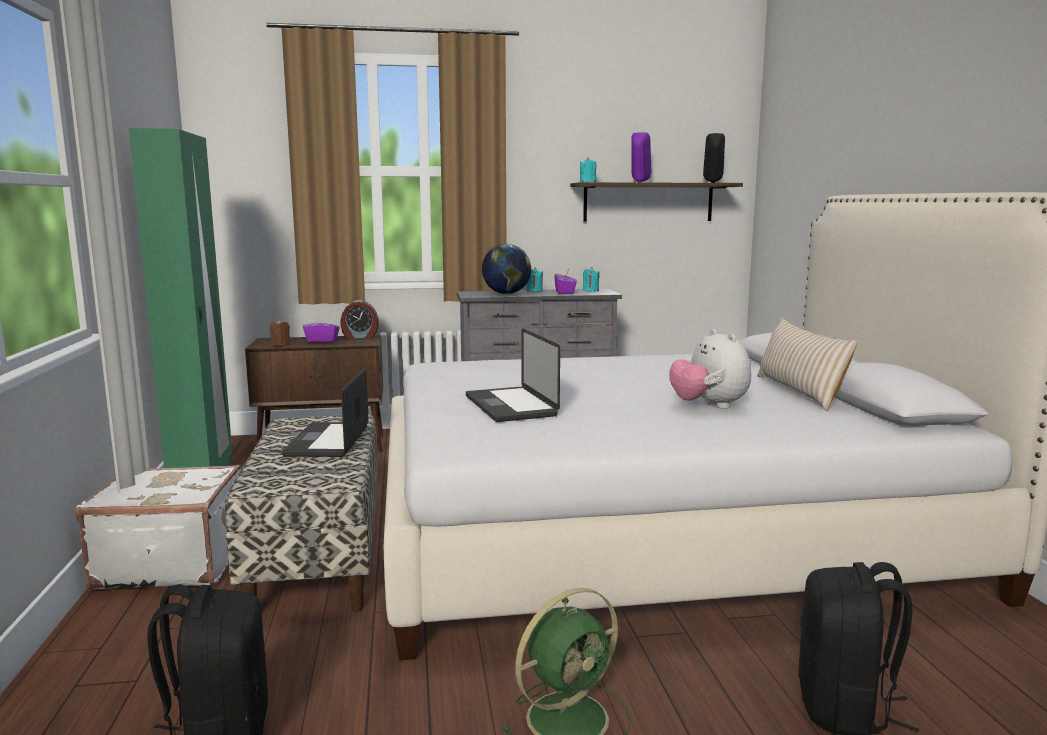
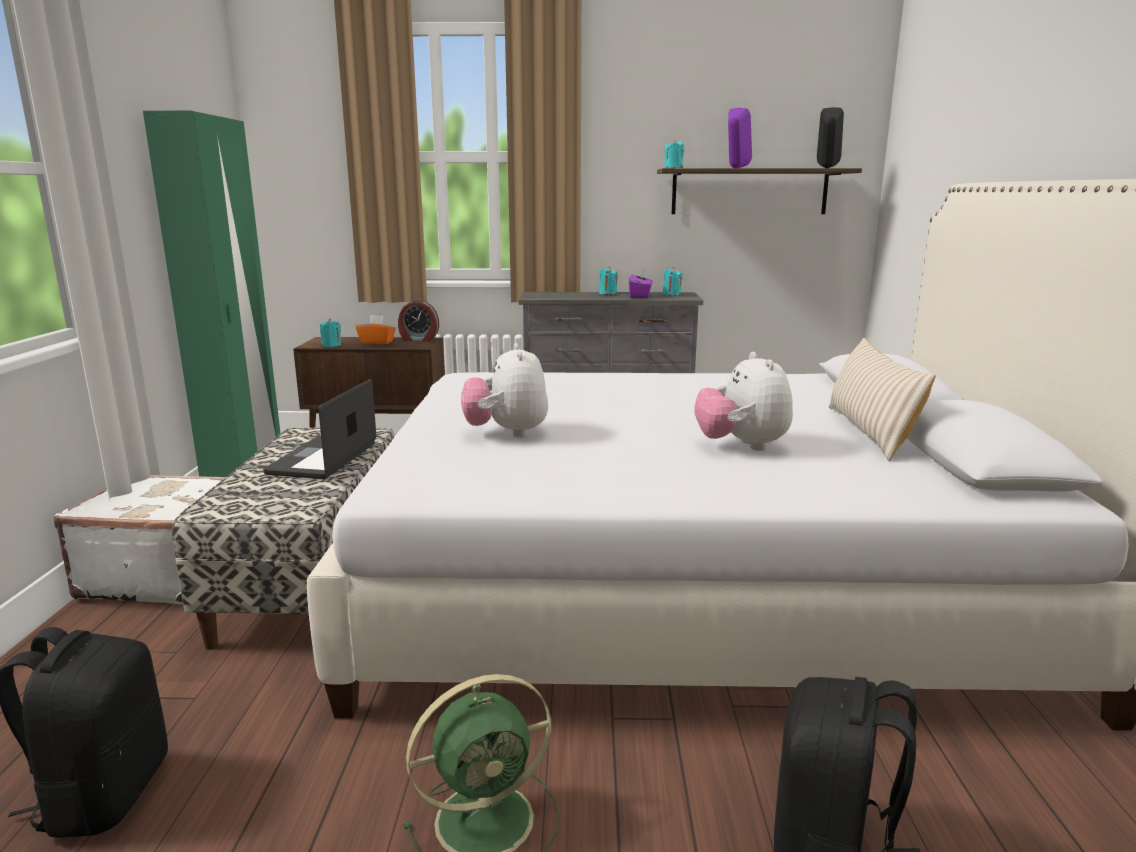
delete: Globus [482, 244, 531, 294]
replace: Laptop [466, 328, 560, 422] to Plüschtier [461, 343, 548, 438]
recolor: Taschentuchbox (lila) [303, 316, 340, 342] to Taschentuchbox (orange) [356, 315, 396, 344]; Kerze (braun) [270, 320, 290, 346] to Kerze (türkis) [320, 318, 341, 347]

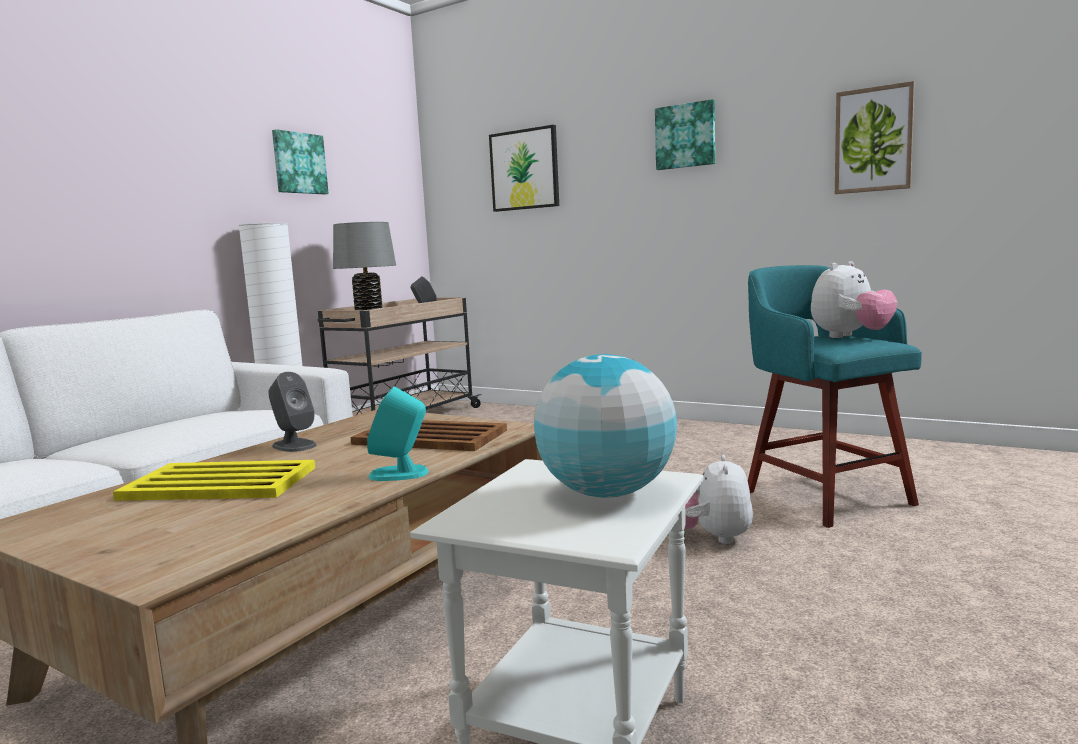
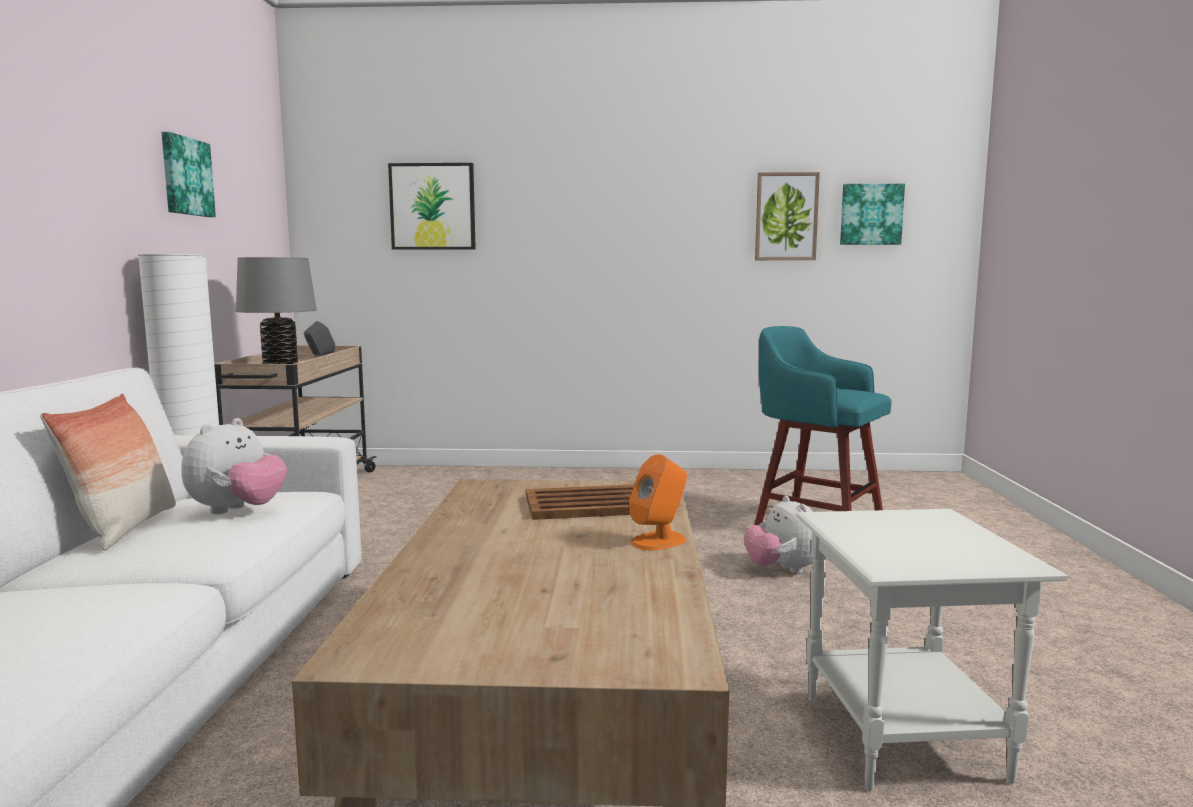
delete: Globus [534, 354, 677, 498]; Lautsprecher (grau) [268, 372, 317, 452]; Tablett (gelb) [113, 460, 315, 501]
insert: Kissen [40, 393, 176, 551]
move: Bild [655, 99, 715, 170] to [840, 184, 905, 245]; Plüschtier [811, 261, 897, 338] to [181, 418, 287, 514]
recolor: Lautsprecher (türkis) [367, 386, 429, 481] to Lautsprecher (orange) [629, 454, 687, 550]

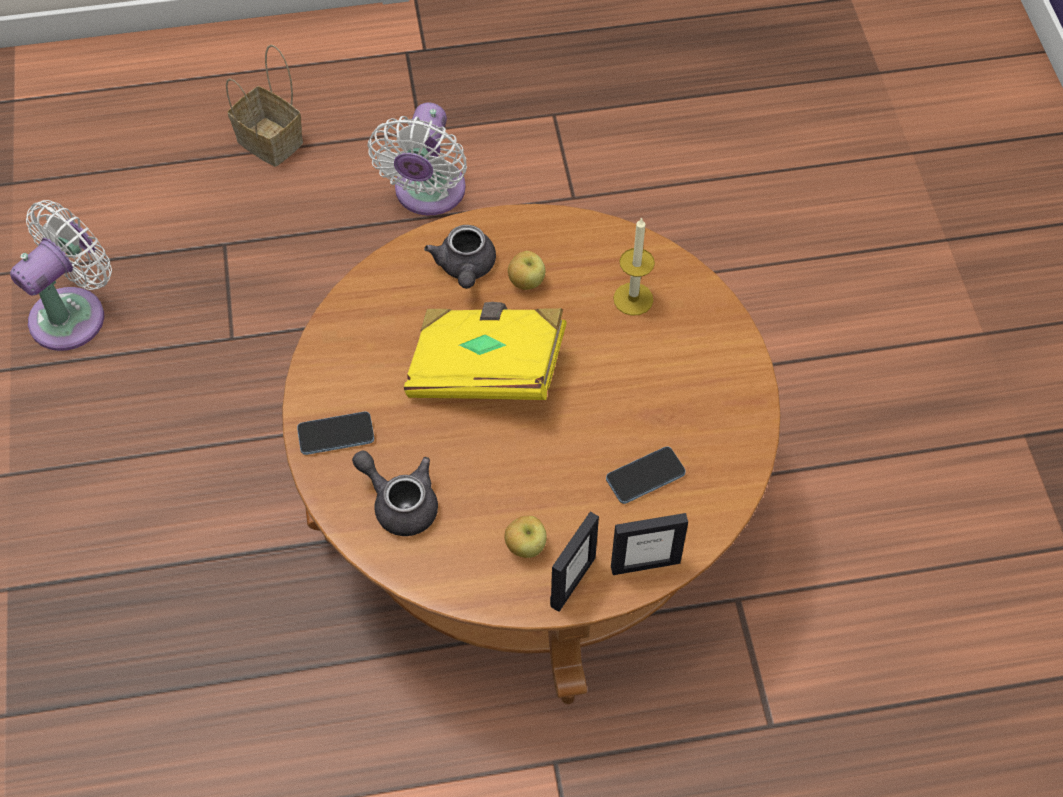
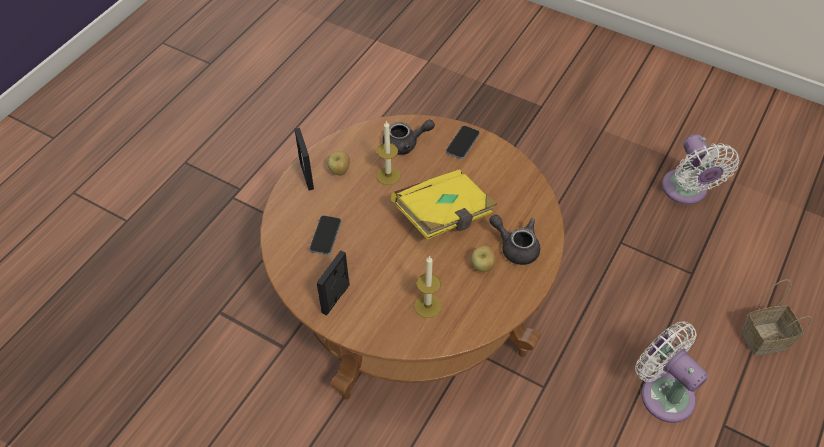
insert: Kerze [376, 120, 400, 185]
move: Bilderrahmen [611, 513, 688, 575] to [317, 250, 350, 316]

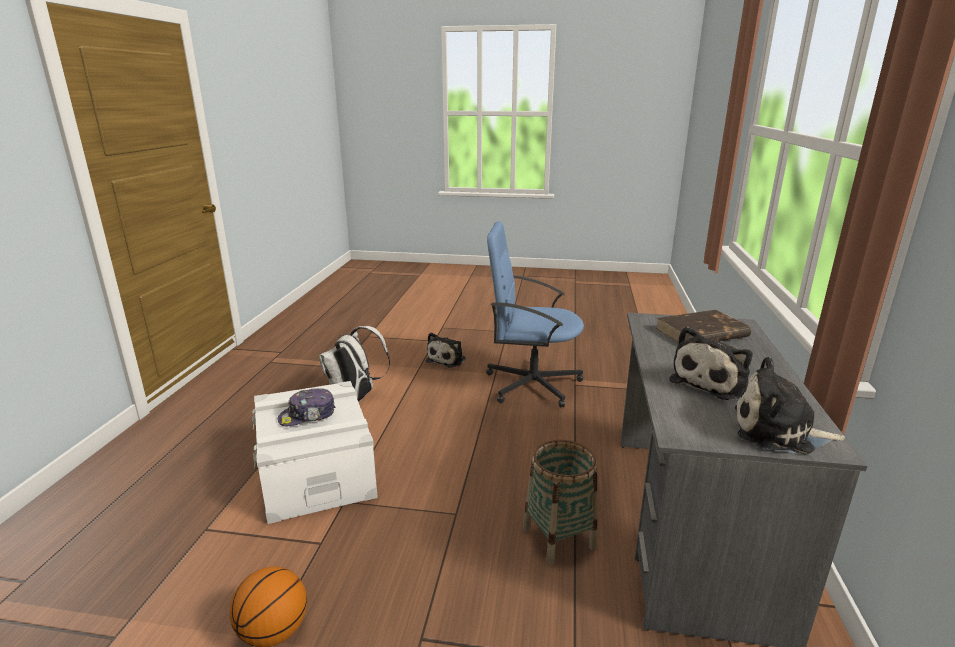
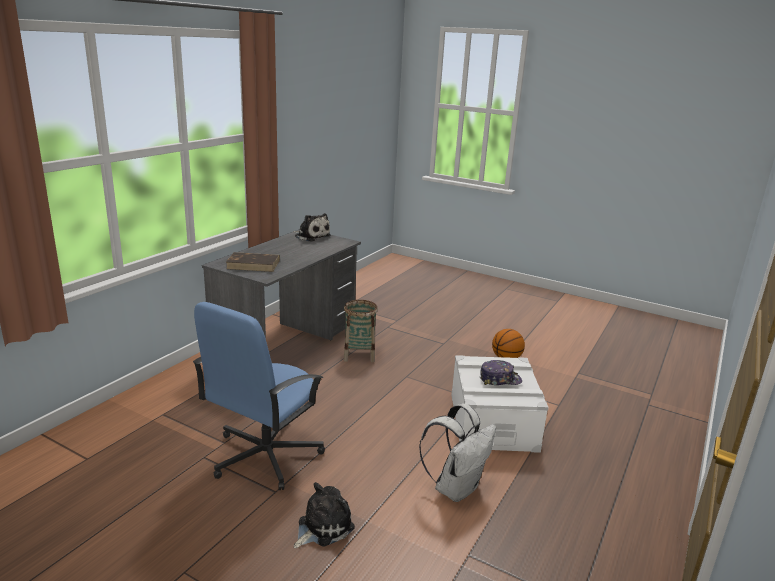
delete: Plüschtier [669, 327, 753, 400]
rotate: Bürostuhl (blau) [486, 221, 584, 408] = [193, 302, 325, 490] 90 degrees clockwise

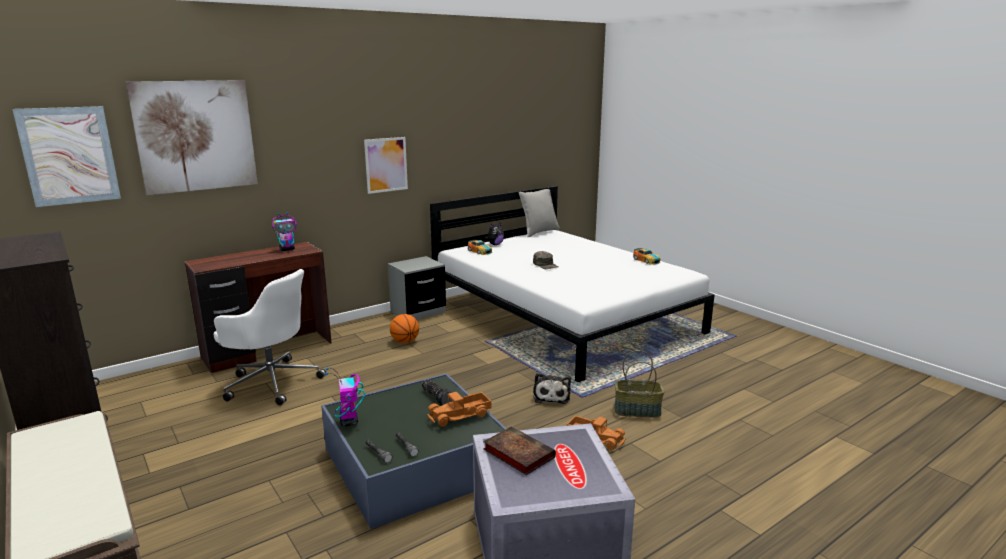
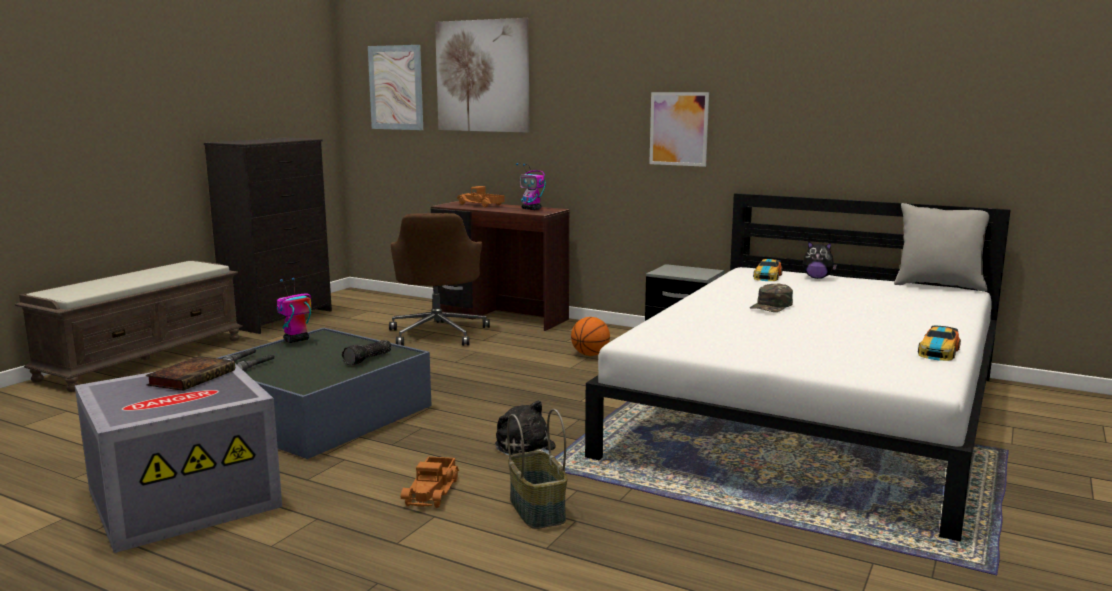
move: Spielzeuglaster [427, 392, 491, 427] to [457, 186, 505, 207]
recolor: Bürostuhl (weiß) [214, 269, 326, 405] to Bürostuhl (braun) [389, 213, 490, 346]
rotate: Plüschtier [533, 373, 571, 404] = [495, 400, 555, 455] 75 degrees clockwise

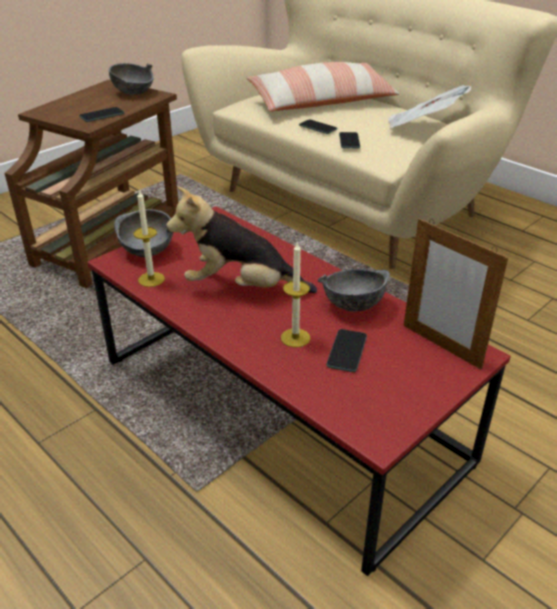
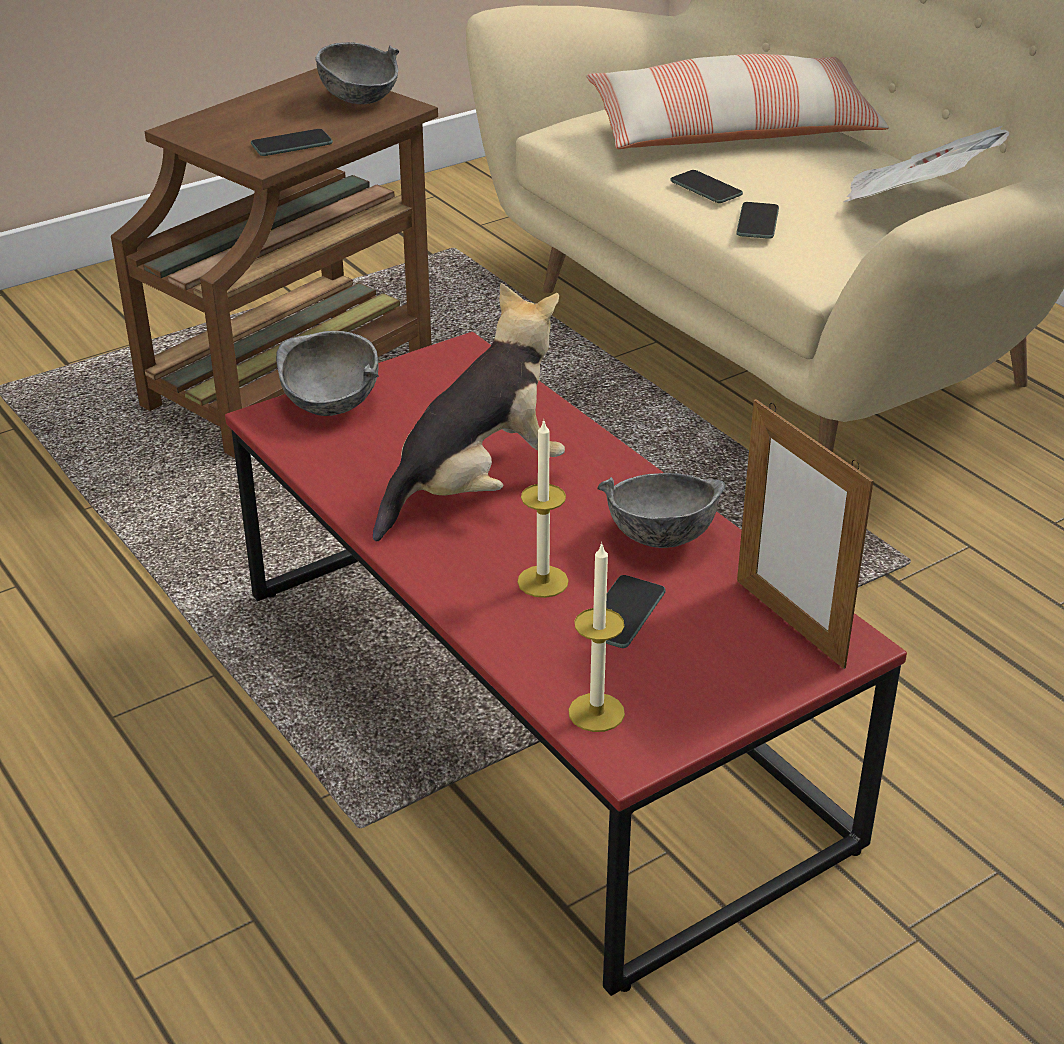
move: Kerze [133, 189, 165, 287] to [568, 542, 625, 732]
rotate: Plüschtier [166, 186, 317, 293] = [373, 283, 565, 541] 120 degrees clockwise

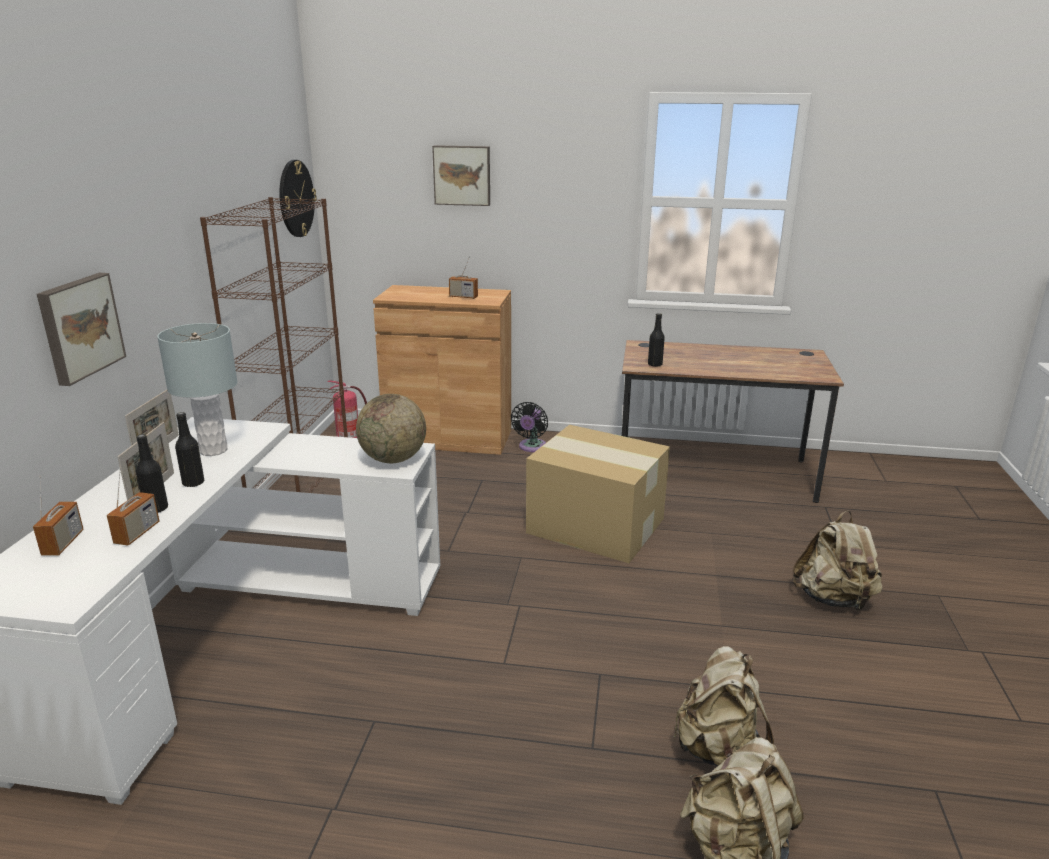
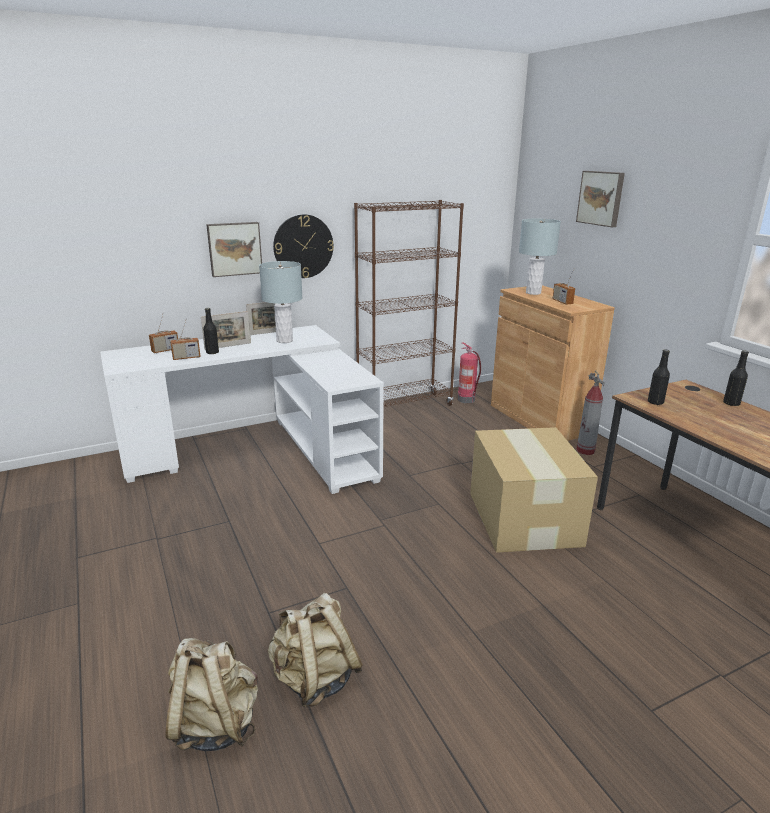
delete: Globus [356, 394, 426, 463]; Rucksack (beige) [793, 511, 883, 611]
insert: Tischlampe (grau) [519, 219, 561, 295]
move: Wanduhr [279, 160, 317, 237] to [273, 214, 334, 278]; Flasche (schwarz) [175, 412, 204, 487] to [723, 351, 749, 406]
replace: Ventilator (schwarz) [511, 402, 548, 452] to Feuerlöscher [576, 370, 605, 455]

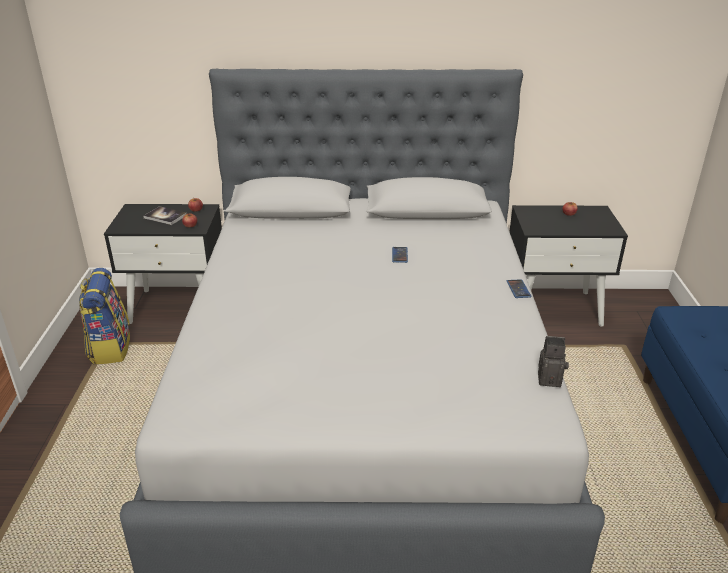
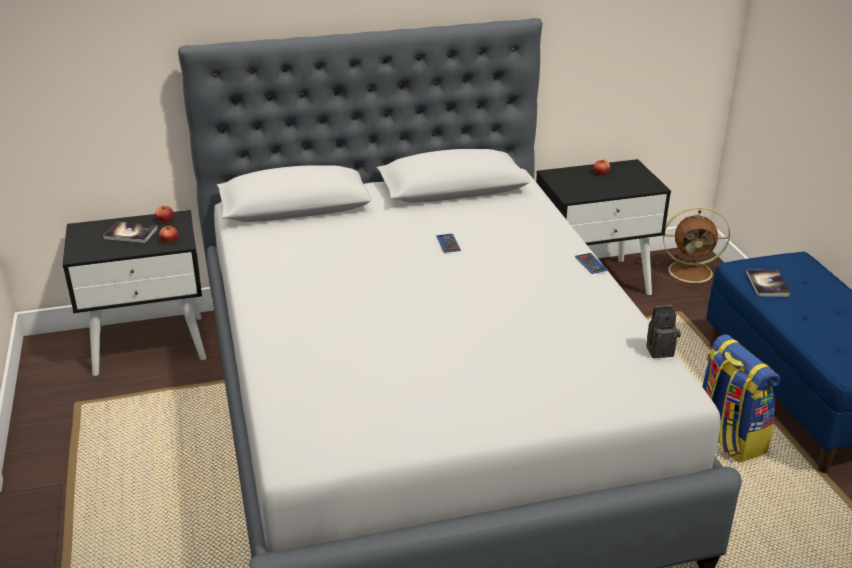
insert: Ventilator (braun) [656, 206, 730, 288]; Buch [746, 270, 790, 297]
move: Rucksack [79, 268, 130, 364] to [702, 334, 780, 463]

